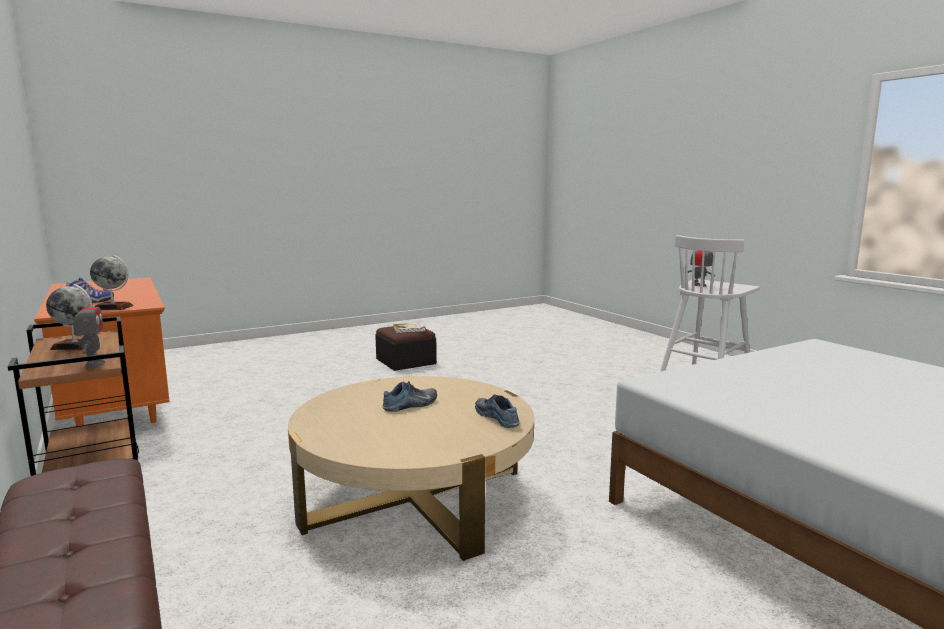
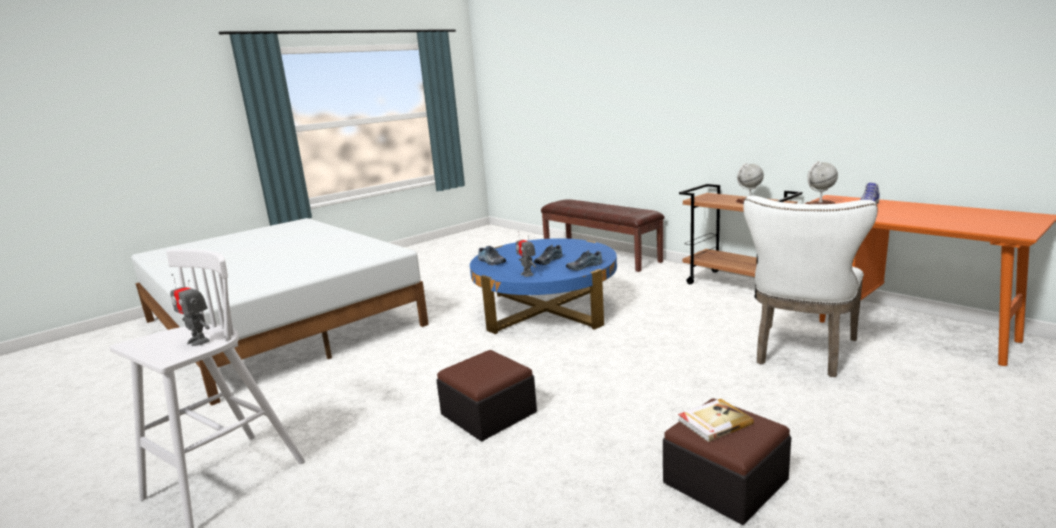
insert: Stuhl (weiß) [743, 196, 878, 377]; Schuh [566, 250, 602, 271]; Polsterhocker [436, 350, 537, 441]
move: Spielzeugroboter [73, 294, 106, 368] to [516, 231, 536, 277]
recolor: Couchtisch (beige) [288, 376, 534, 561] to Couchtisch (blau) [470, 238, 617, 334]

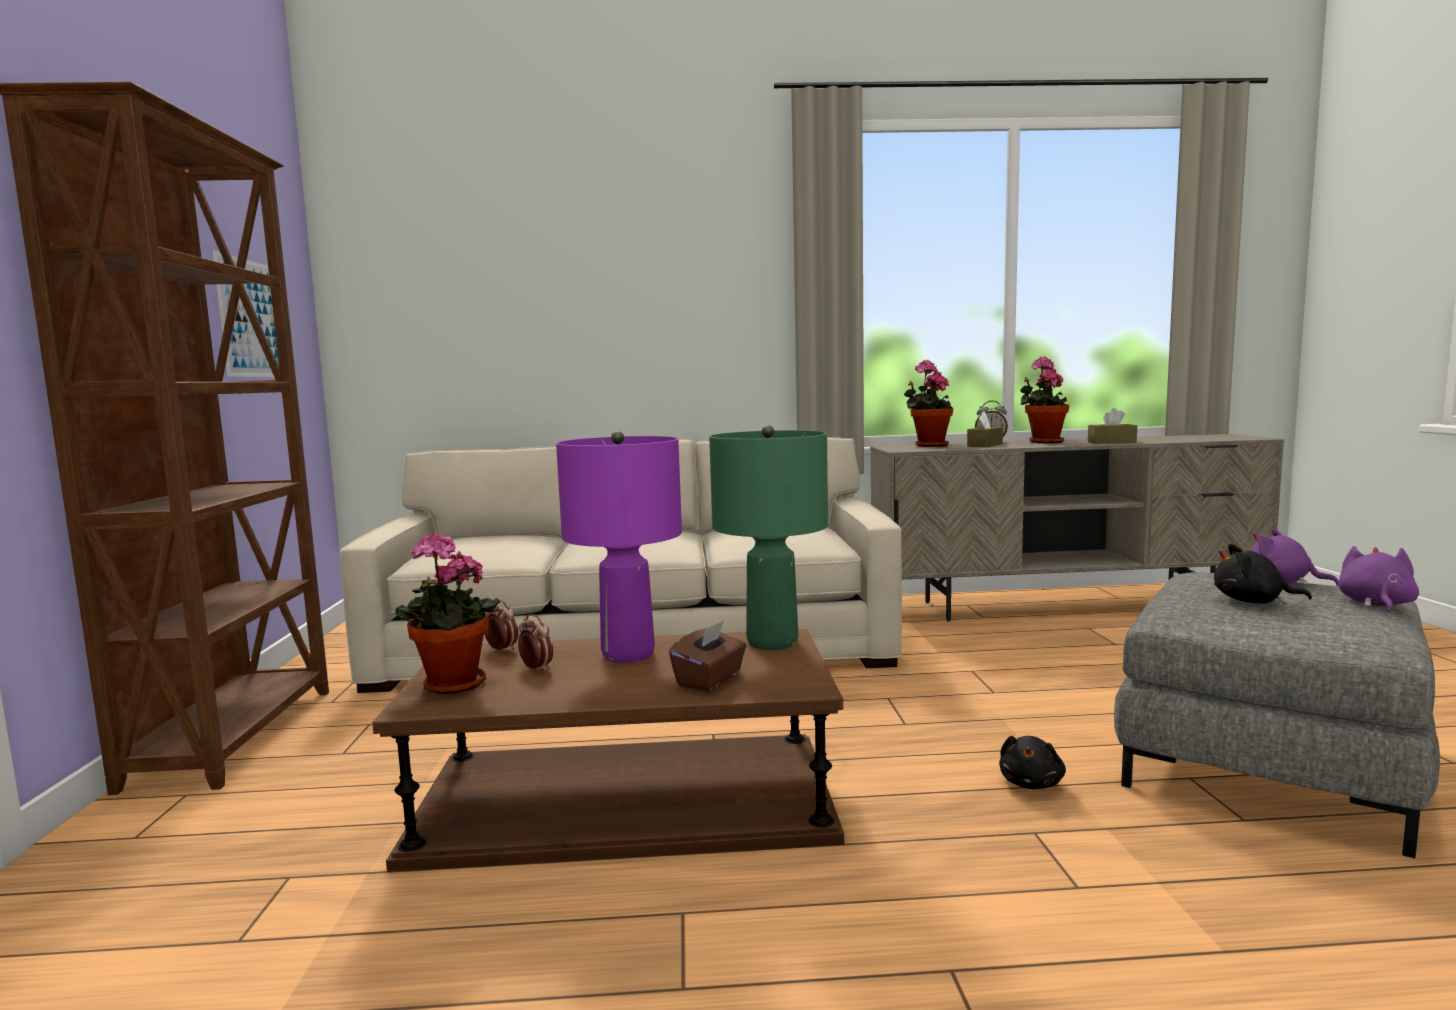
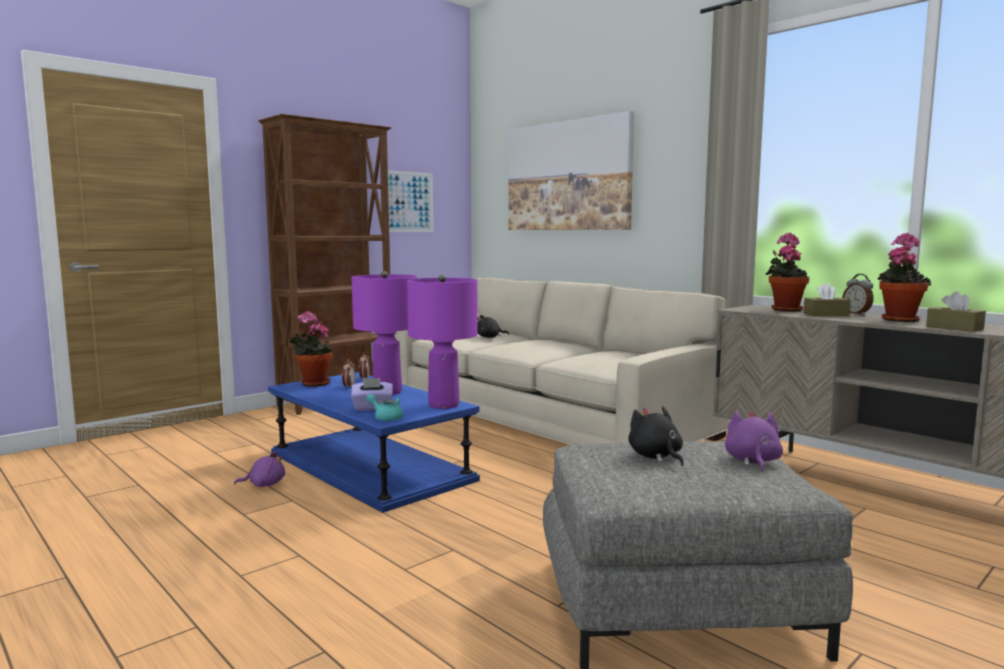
insert: Bild [508, 111, 634, 230]; Teekanne (türkis) [366, 394, 403, 421]
move: Plüschtier (lila) [1338, 546, 1419, 613] to [234, 451, 285, 487]; Plüschtier (schwarz) [999, 736, 1066, 789] to [478, 315, 509, 338]
recolor: Tischlampe (grün) [709, 425, 828, 650] to Tischlampe (lila) [407, 275, 478, 409]; Taschentuchbox (braun) [669, 620, 747, 692] to Taschentuchbox (lila) [351, 378, 393, 411]; Couchtisch (braun) [372, 629, 844, 872] to Couchtisch (blau) [268, 372, 480, 513]

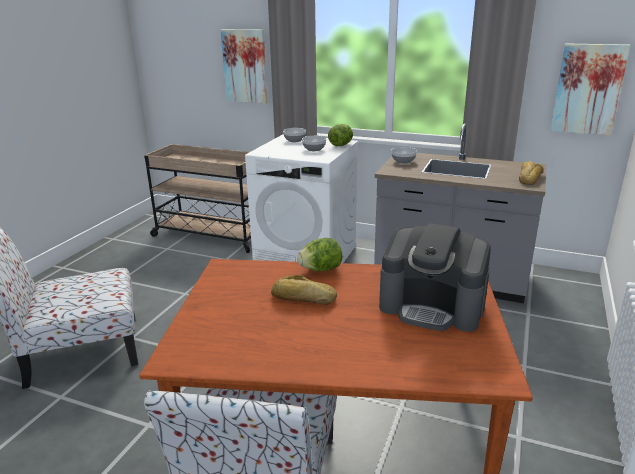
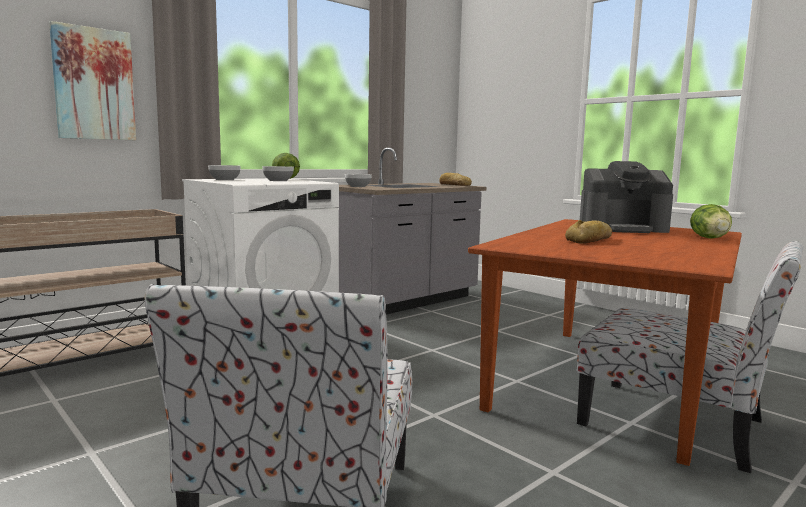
delete: Bild [550, 43, 630, 135]
move: Salatkopf [297, 238, 342, 271] to [690, 204, 732, 238]
rotate: Kaffeemaschine [379, 223, 491, 332] = [580, 161, 673, 233] 45 degrees clockwise

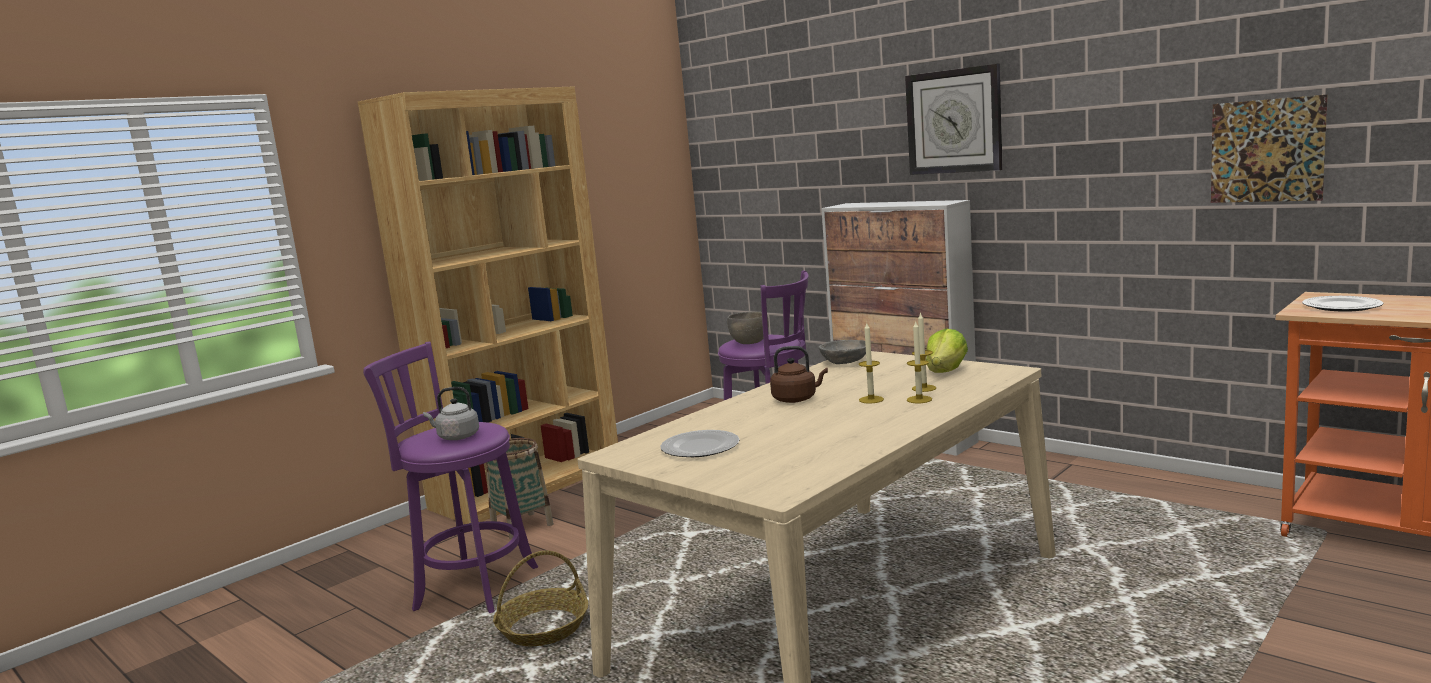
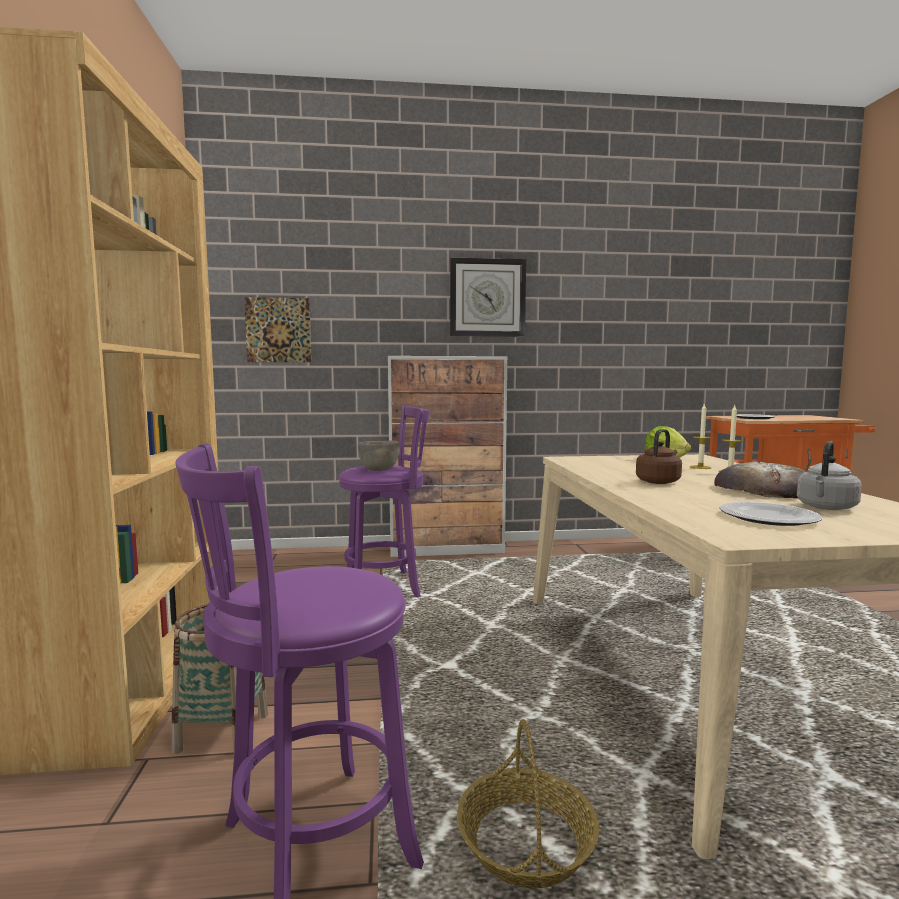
delete: Kerze [859, 323, 884, 404]; Schüssel (grau) [819, 340, 866, 364]
insert: Brot [714, 461, 806, 498]
move: Bild [1211, 94, 1328, 203] to [244, 297, 311, 362]; Wasserkessel (grau) [423, 387, 479, 440] to [797, 441, 862, 510]

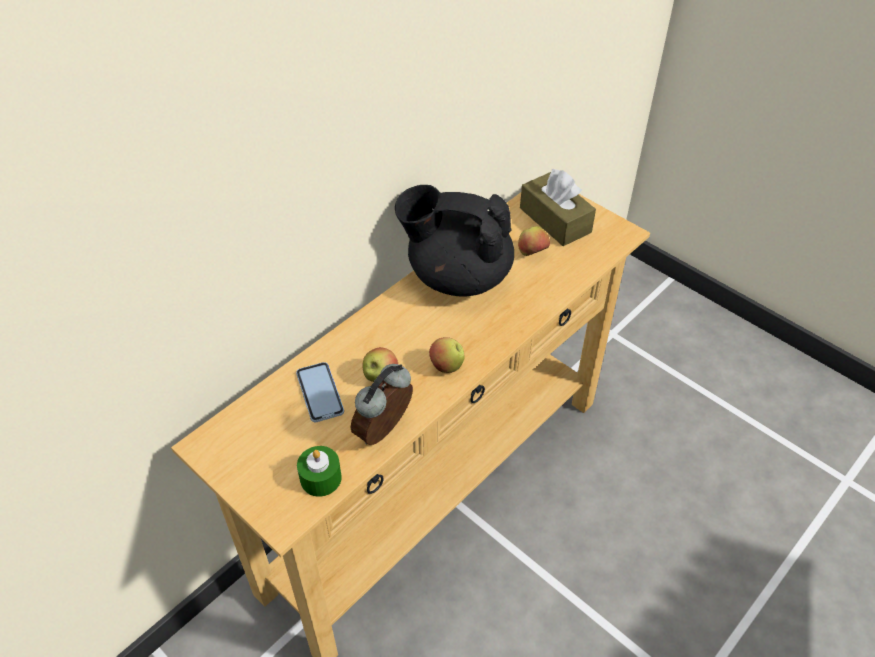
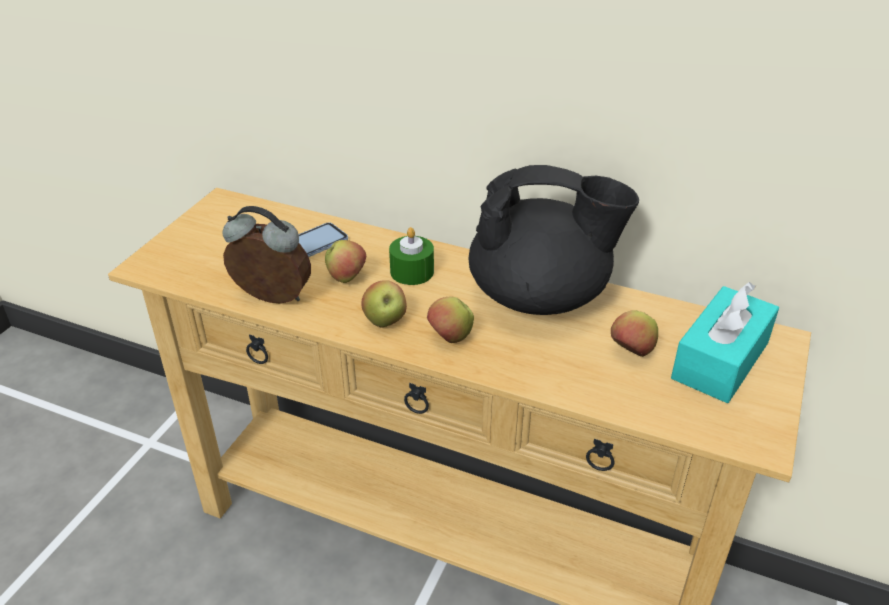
insert: Apfel [427, 297, 474, 343]
move: Kerze (grün) [297, 446, 342, 497] to [389, 227, 434, 285]
recolor: Taschentuchbox (braun) [520, 169, 596, 246] to Taschentuchbox (türkis) [671, 282, 779, 403]
rotate: Teekanne (schwarz) [395, 185, 514, 297] = [469, 165, 639, 315] 105 degrees clockwise

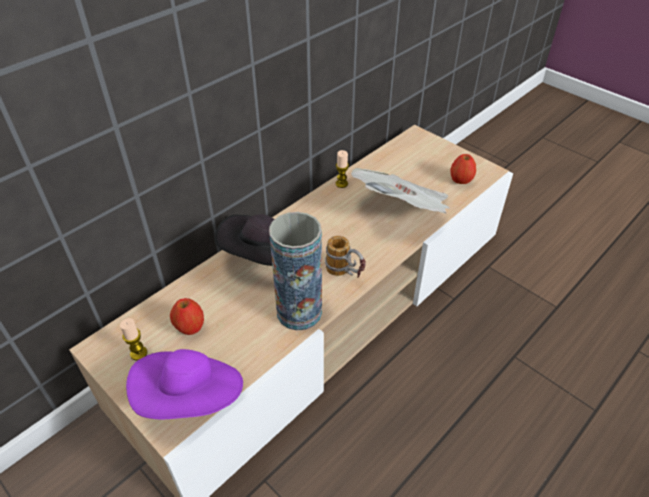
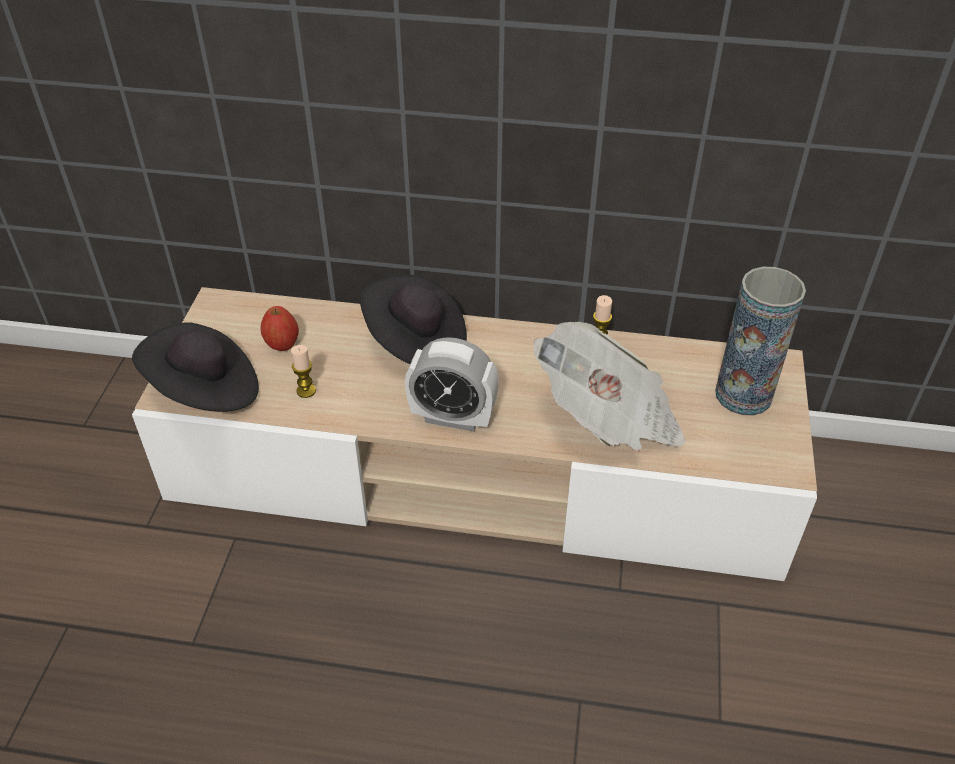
delete: Apfel [451, 154, 476, 184]
move: Vase [269, 212, 322, 330] to [715, 267, 806, 416]; Kerze [120, 318, 147, 361] to [291, 345, 316, 398]
replace: Henkelbecher [325, 236, 366, 278] to Wecker [405, 337, 499, 432]
recolor: Hut (lila) [126, 349, 243, 419] to Hut (schwarz) [132, 323, 259, 412]

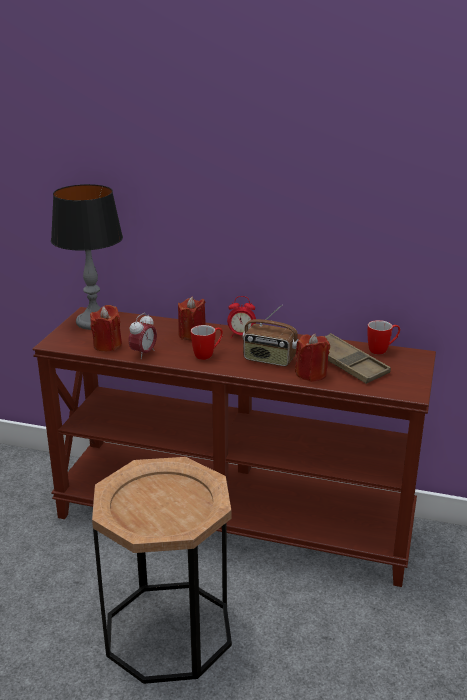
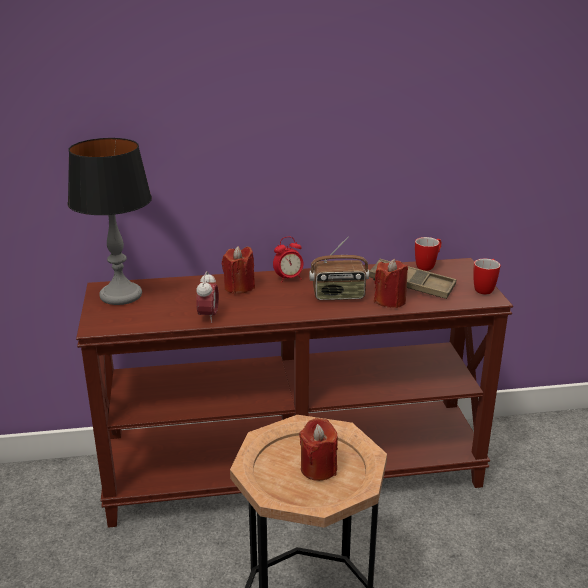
move: Kerze (rot) [90, 305, 122, 351] to [299, 418, 338, 481]; Henkelbecher [191, 325, 223, 360] to [473, 259, 501, 295]

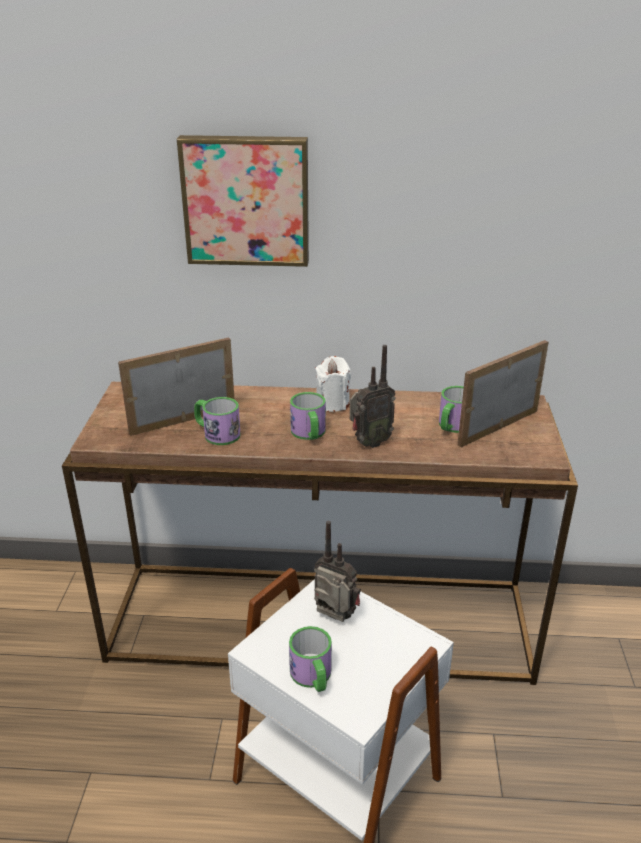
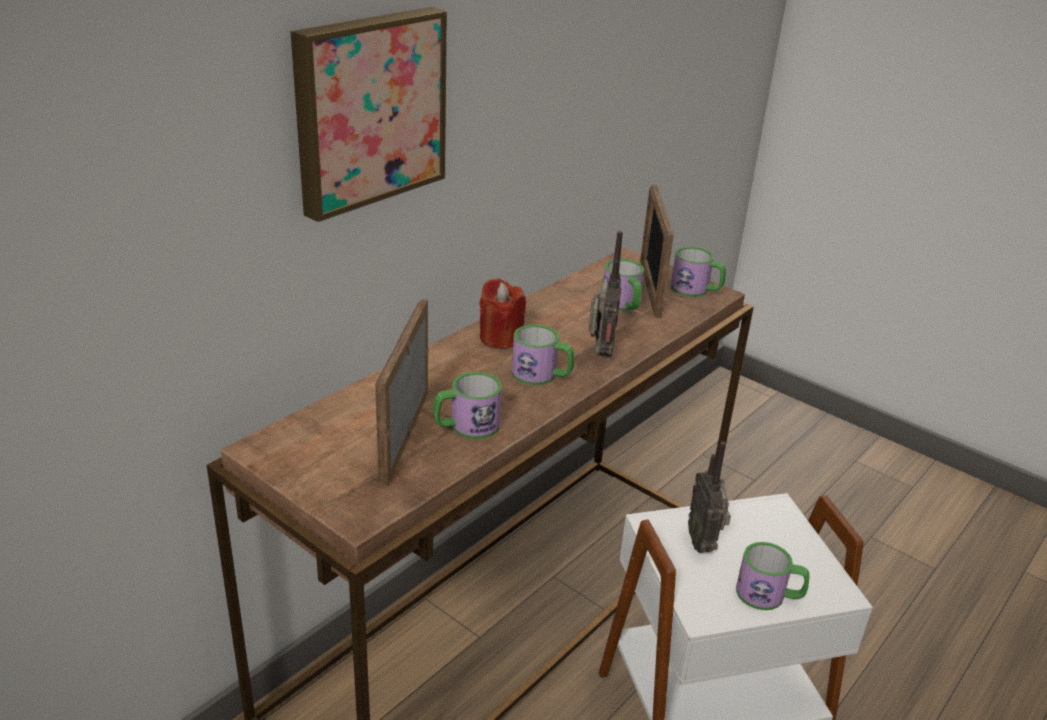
insert: Henkelbecher [671, 247, 726, 297]
recolor: Kerze (weiß) [315, 356, 351, 412] to Kerze (rot) [480, 278, 526, 349]
rotate: Radio [314, 521, 361, 622] = [688, 442, 731, 553] 75 degrees counterclockwise

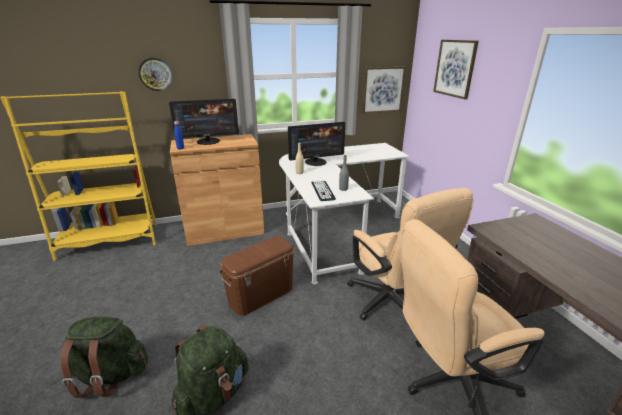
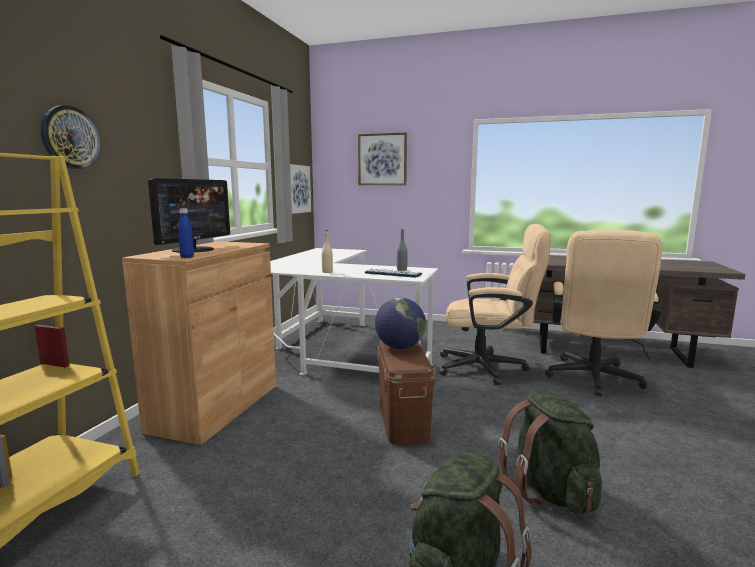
delete: Monitor [288, 122, 345, 166]
insert: Globus [375, 298, 426, 349]

